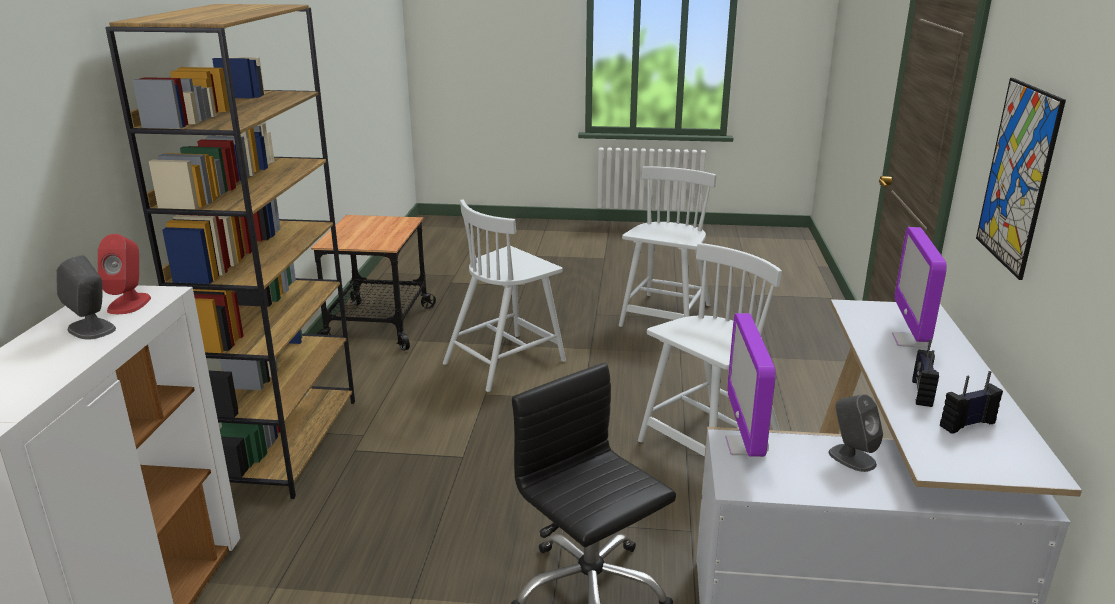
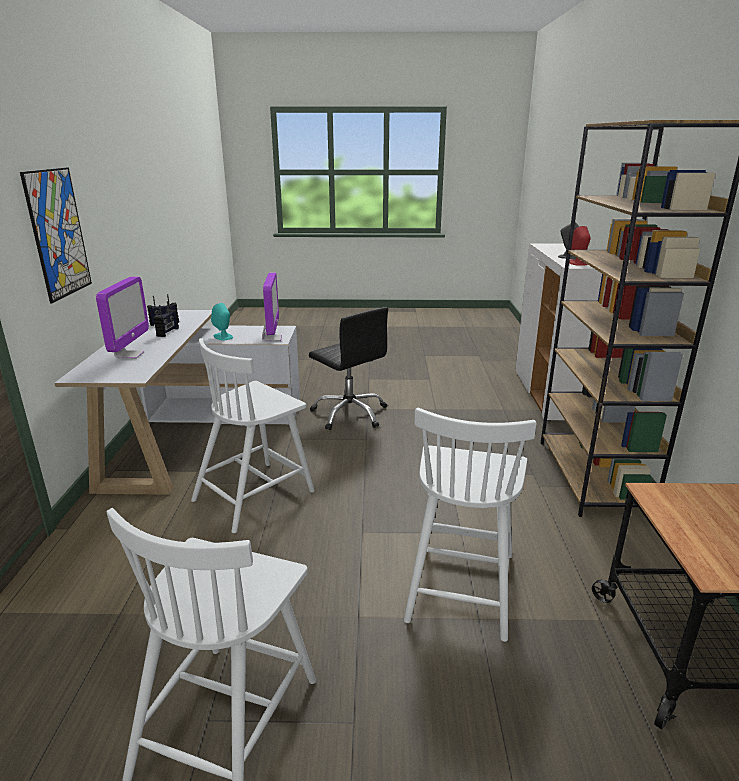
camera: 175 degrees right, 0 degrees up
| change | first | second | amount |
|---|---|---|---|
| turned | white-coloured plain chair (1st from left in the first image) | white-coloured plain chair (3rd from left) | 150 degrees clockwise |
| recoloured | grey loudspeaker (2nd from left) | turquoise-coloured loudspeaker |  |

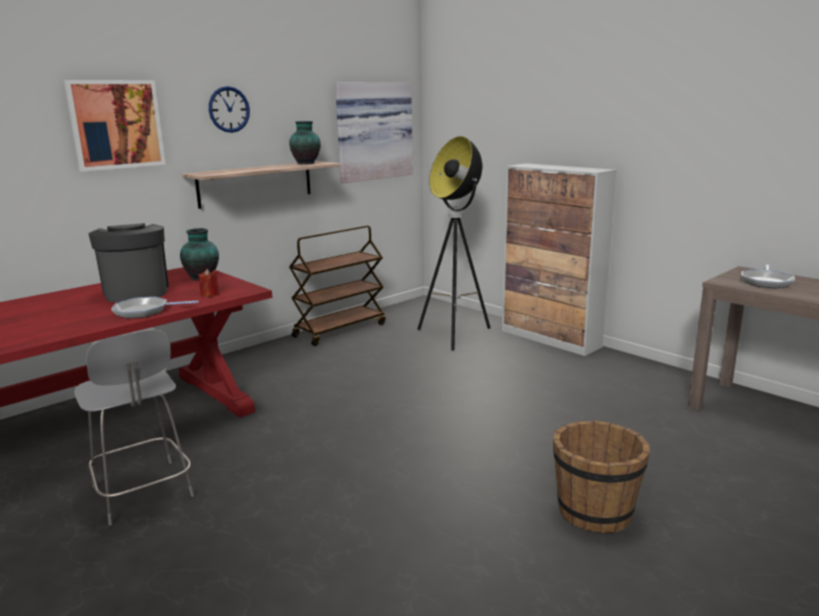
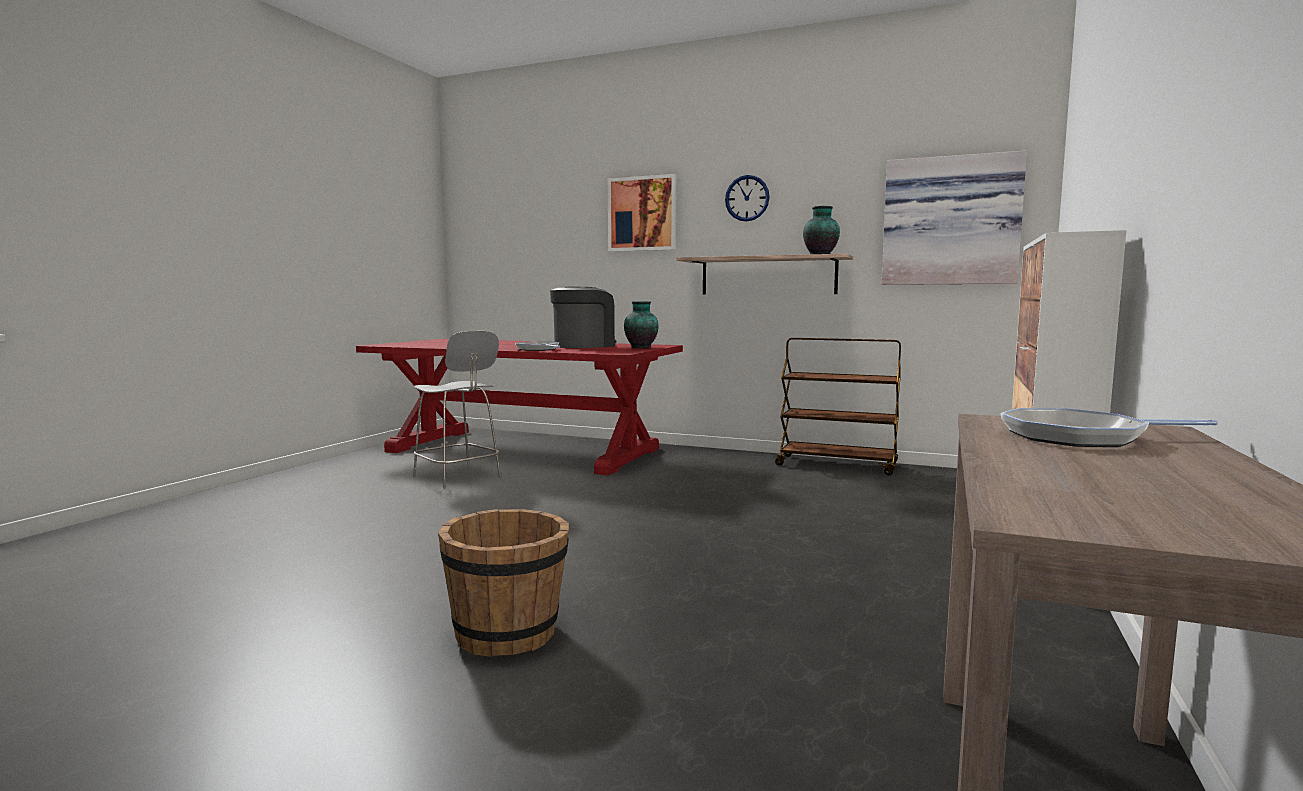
camera: 65 degrees right, 10 degrees down
| change | first | second | amount |
|---|---|---|---|
| turned | grey plain chair |  | 75 degrees counterclockwise |
| removed | reddish wax light |  |  |
| removed | standing lamp |  |  |

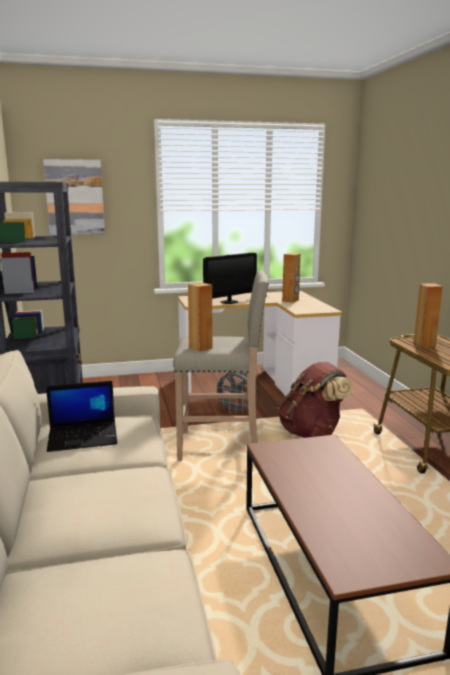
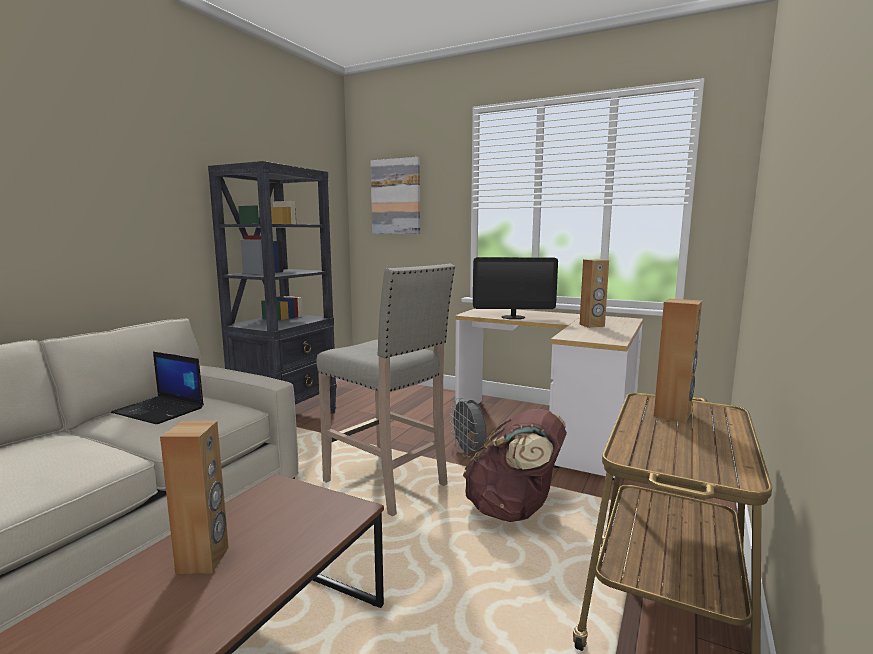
camera: 40 degrees right, 5 degrees down
| change | first | second | amount |
|---|---|---|---|
| moved | brown-coloured loudspeaker (1st from left) |  |  |

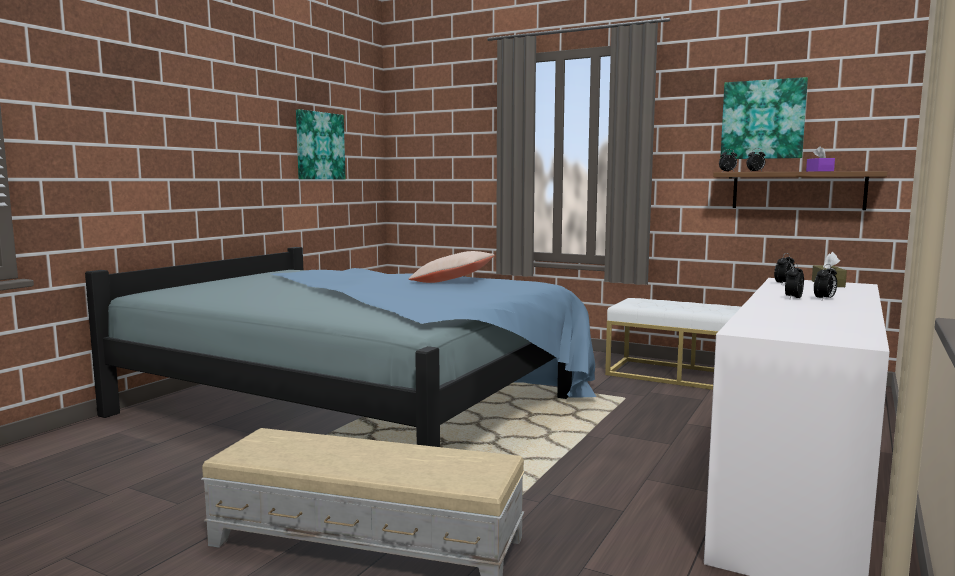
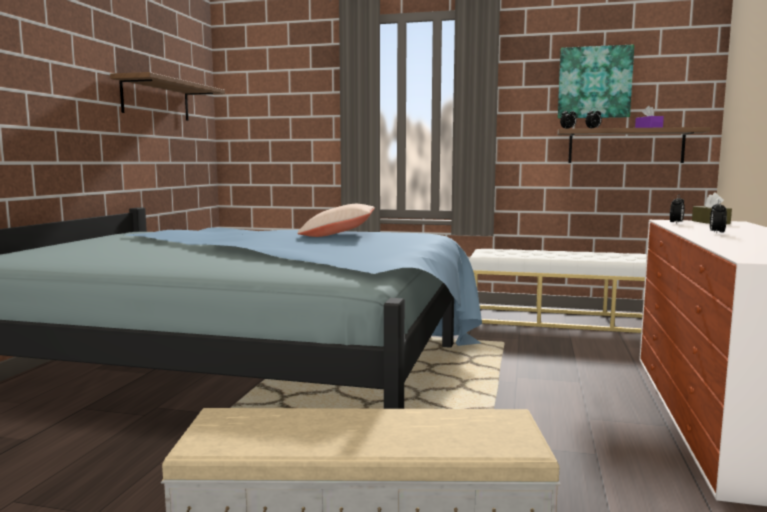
camera: 15 degrees left, 0 degrees up
| change | first | second | amount |
|---|---|---|---|
| replaced | picture (1st from left) | shelf (1st from left) |  |
| removed | bedside clock (5th from left) |  |  |

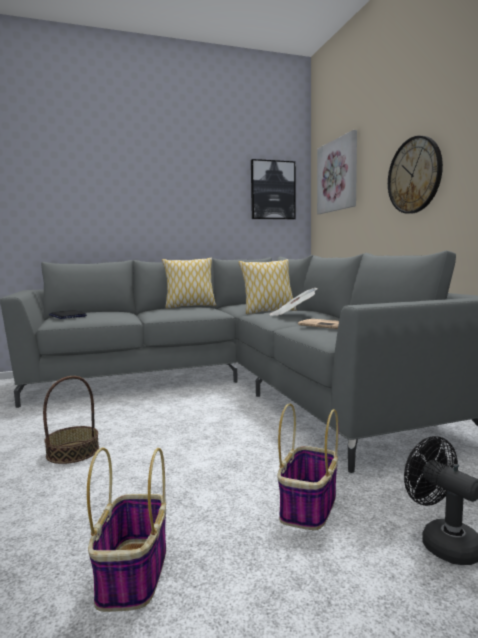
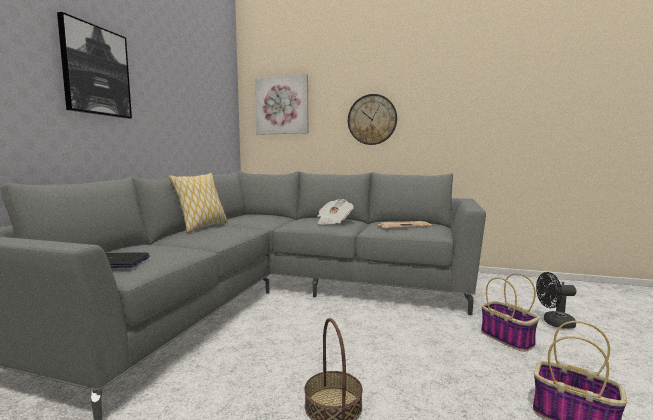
camera: 55 degrees left, 0 degrees up
| change | first | second | amount |
|---|---|---|---|
| removed | pillow (2nd from left) |  |  |
| moved | picture (1st from left) |  |  |

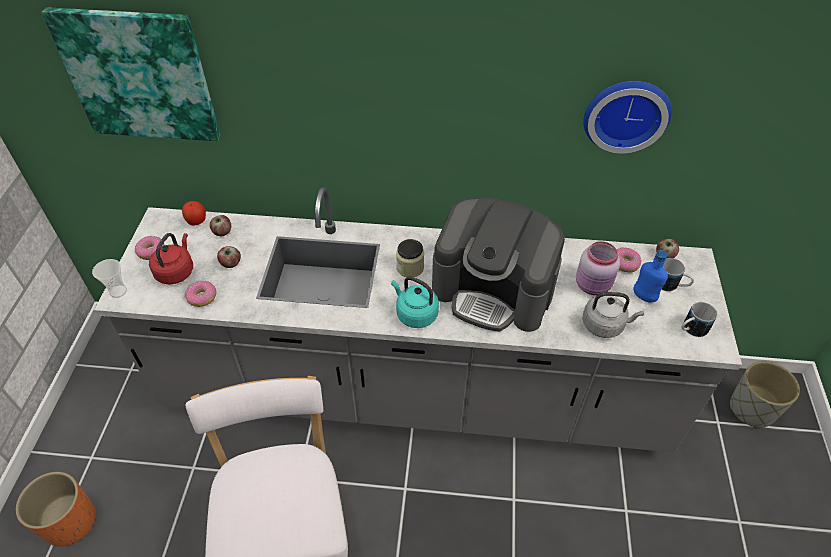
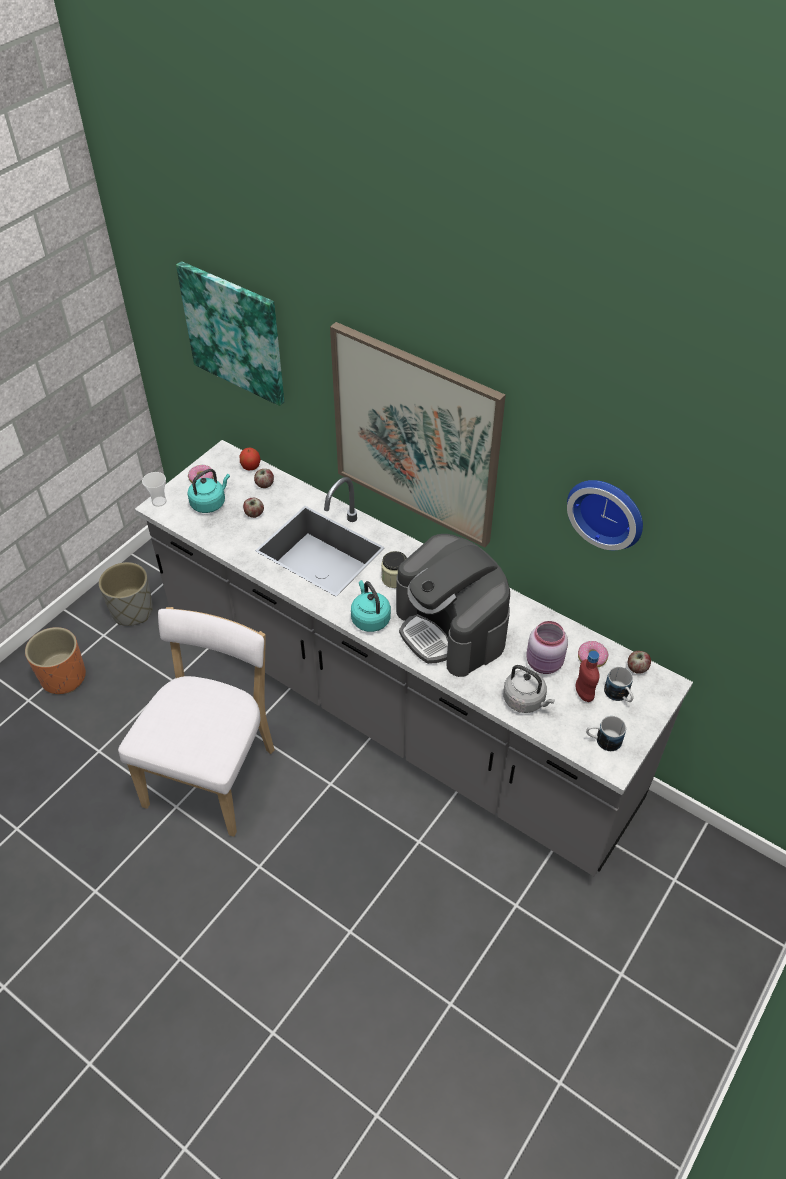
camera: 30 degrees right, 0 degrees up
| change | first | second | amount |
|---|---|---|---|
| recoloured | reddish tea kettle | turquoise-coloured tea kettle (1st from left) |  |
| removed | ring doughnut (2nd from left) |  |  |
| recoloured | bluish beverage bottle | reddish beverage bottle |  |
| moved | grey flower pot |  |  |
| added |  | picture (2nd from left) |  |

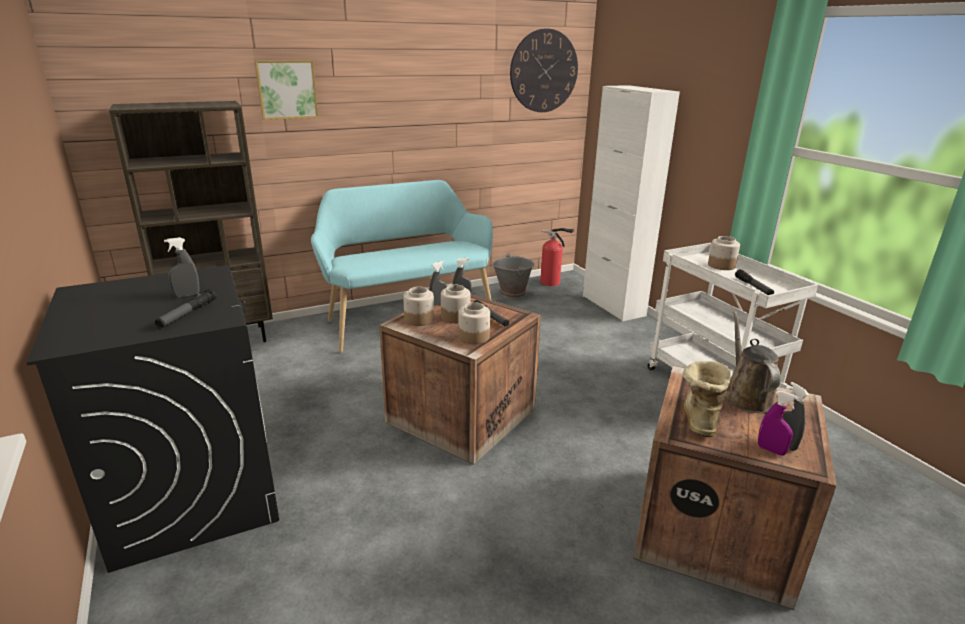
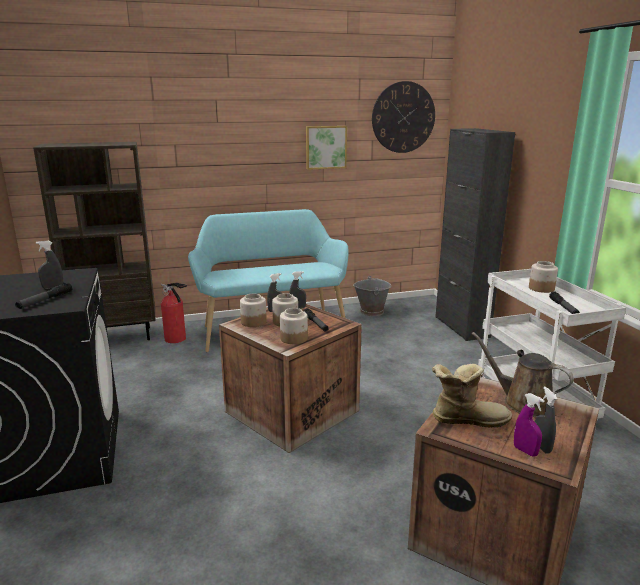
camera: 10 degrees right, 5 degrees down
| change | first | second | amount |
|---|---|---|---|
| moved | picture |  |  |
| moved | fire extinguisher |  |  |
| recoloured | white-coloured storage cabinet | black storage cabinet |  |
| turned | high-top boot |  | 60 degrees clockwise |
| turned | brown-coloured watering can |  | 60 degrees counterclockwise |

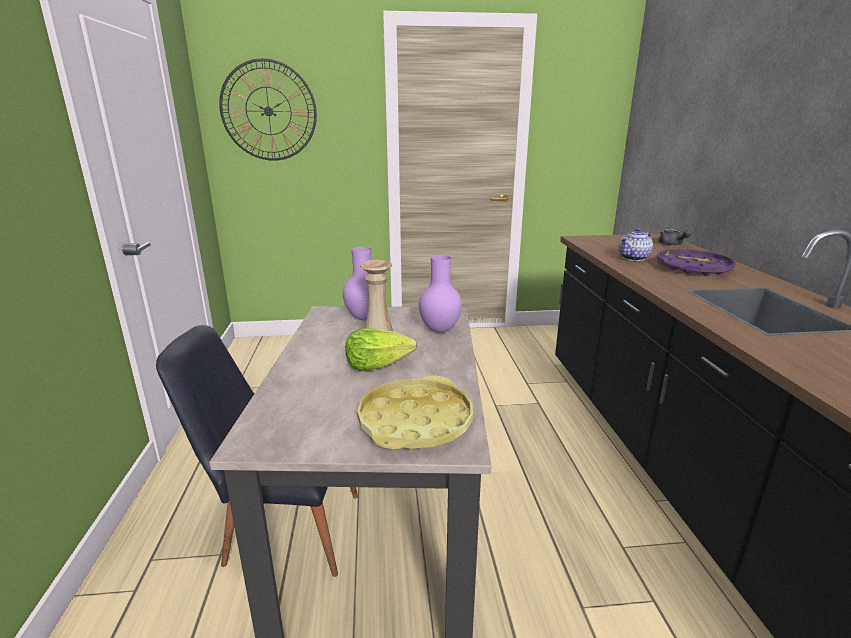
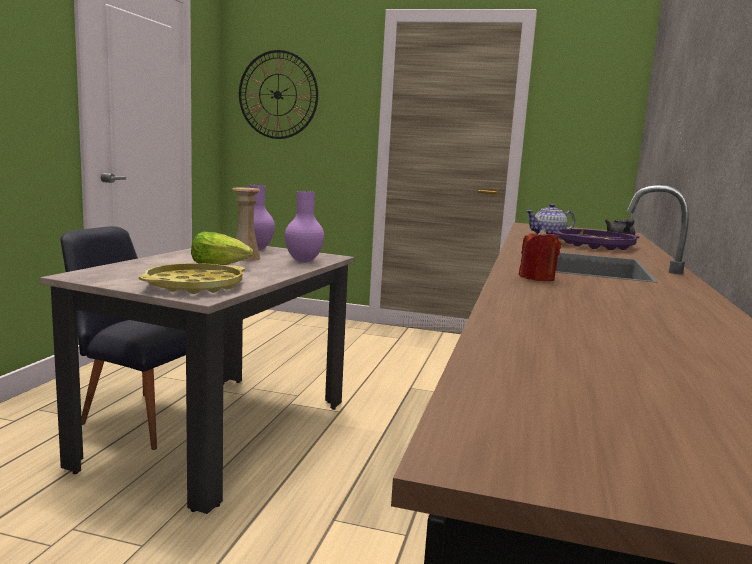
camera: 20 degrees right, 10 degrees down
| change | first | second | amount |
|---|---|---|---|
| added |  | reddish wax light |  |

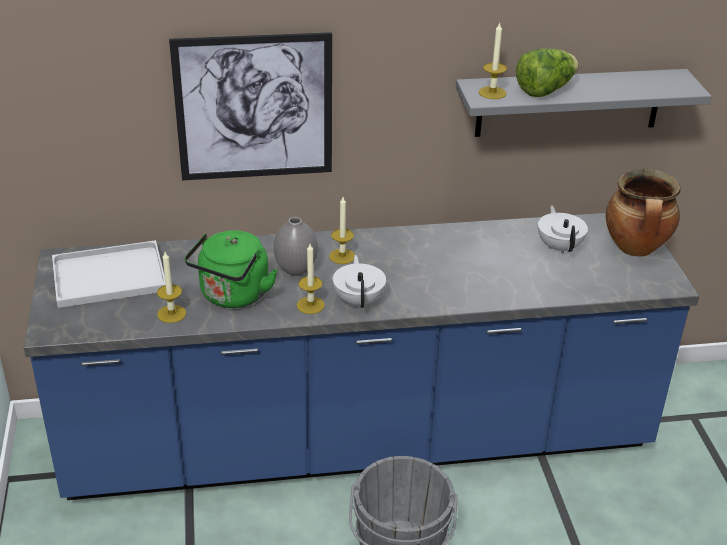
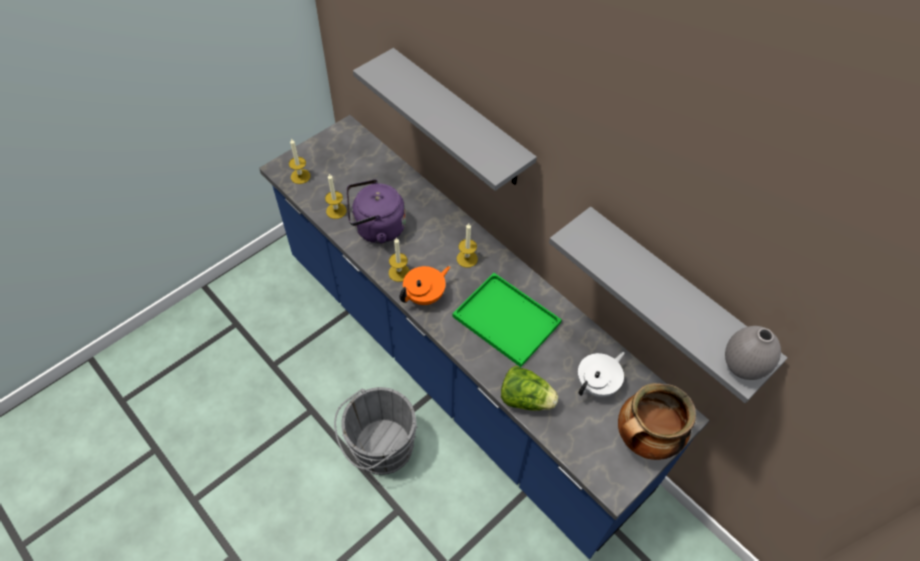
camera: 55 degrees right, 20 degrees up
| change | first | second | amount |
|---|---|---|---|
| removed | white-coloured carrying tray |  |  |
| replaced | picture | grey shelf (1st from left) |  |
| recoloured | green-coloured tea kettle | purple tea kettle |  |
| moved | grey vase |  |  |
| recoloured | white-coloured pot for tea (1st from left) | orangey pot for tea |  |
| moved | wax light (4th from left in the first image) | wax light (1st from left) |  |
| moved | lettuce |  |  |
| added |  | green-coloured carrying tray |  |

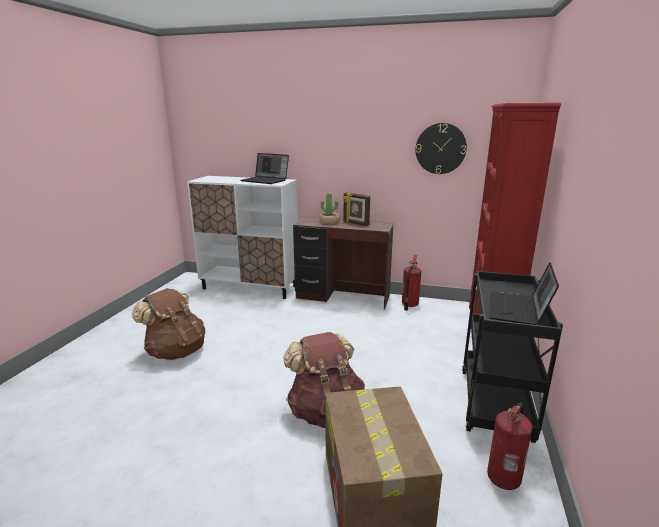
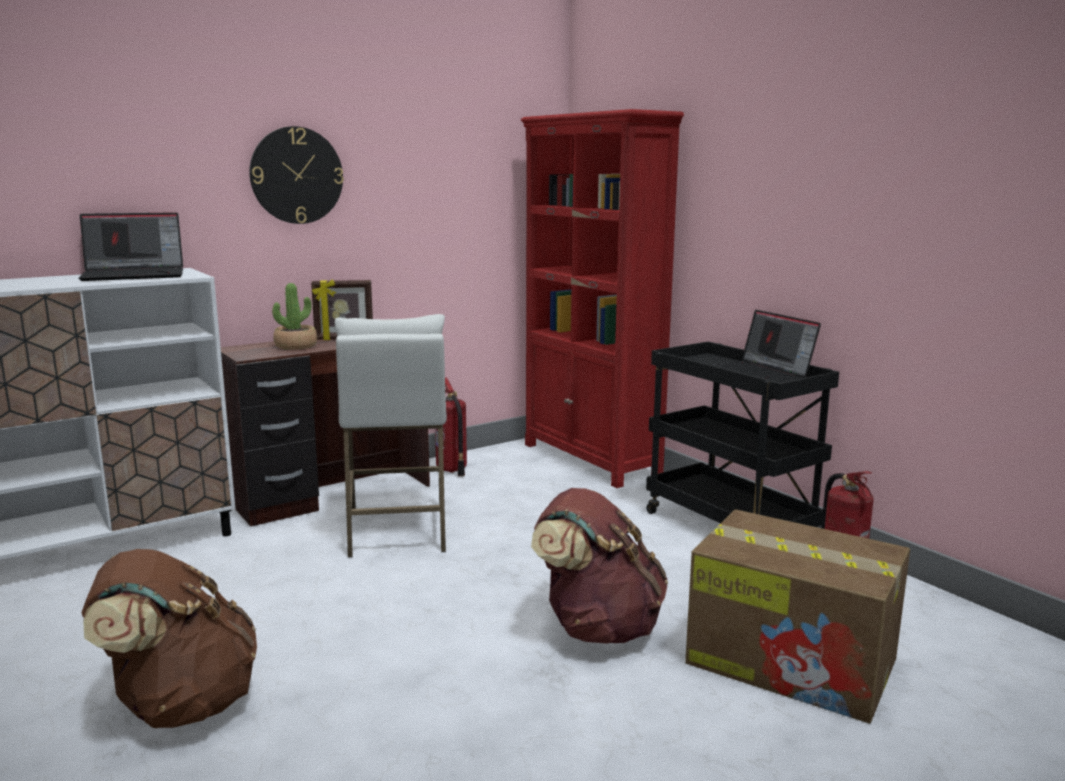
camera: 50 degrees left, 5 degrees down
| change | first | second | amount |
|---|---|---|---|
| moved | wall clock |  |  |
| added |  | white-coloured sitting stool |  |

